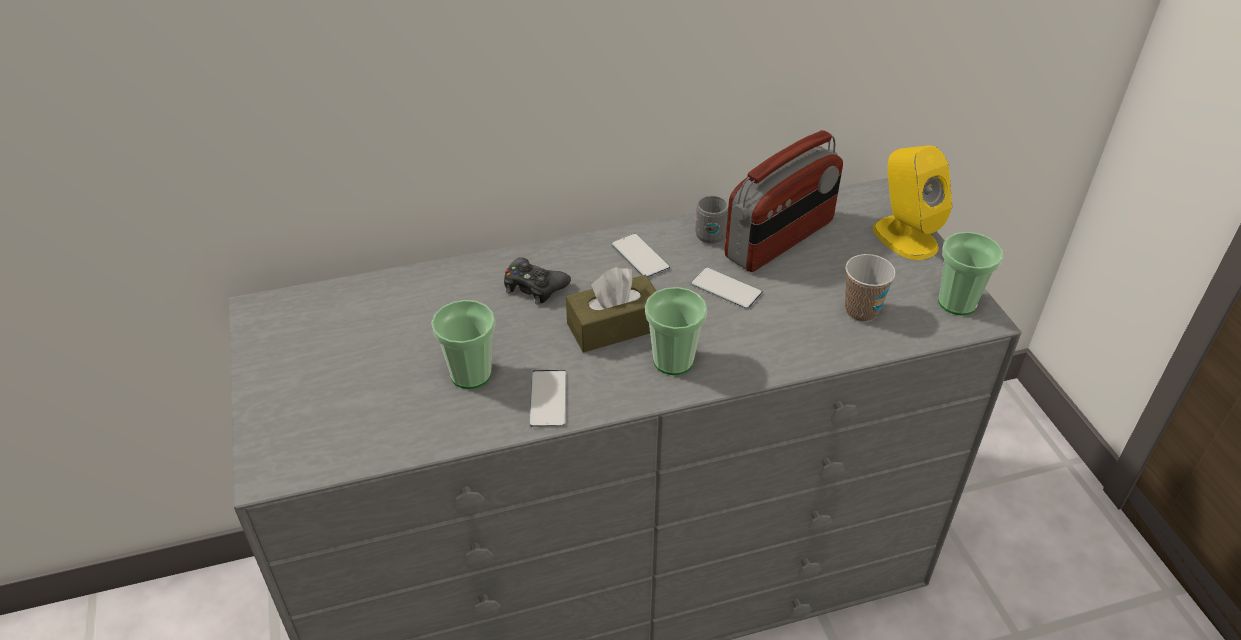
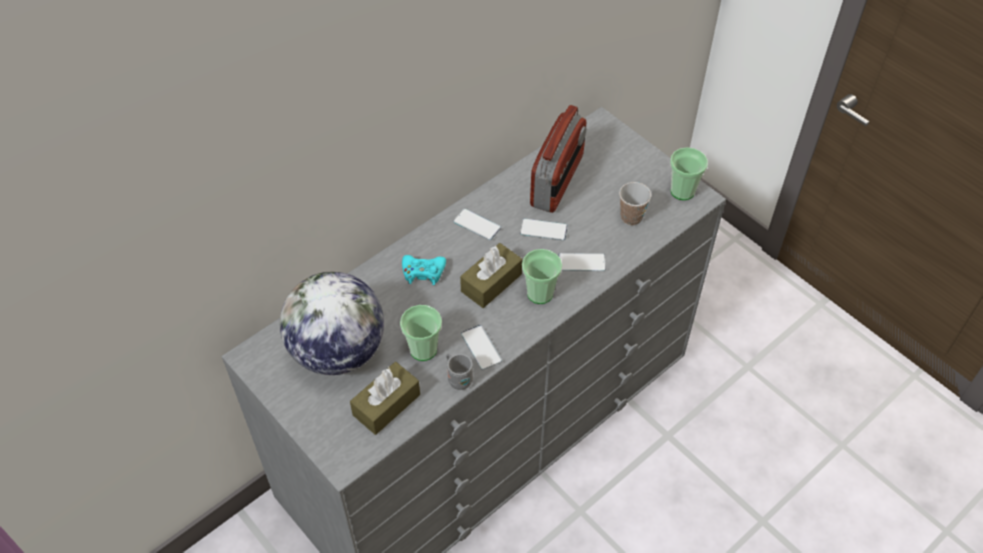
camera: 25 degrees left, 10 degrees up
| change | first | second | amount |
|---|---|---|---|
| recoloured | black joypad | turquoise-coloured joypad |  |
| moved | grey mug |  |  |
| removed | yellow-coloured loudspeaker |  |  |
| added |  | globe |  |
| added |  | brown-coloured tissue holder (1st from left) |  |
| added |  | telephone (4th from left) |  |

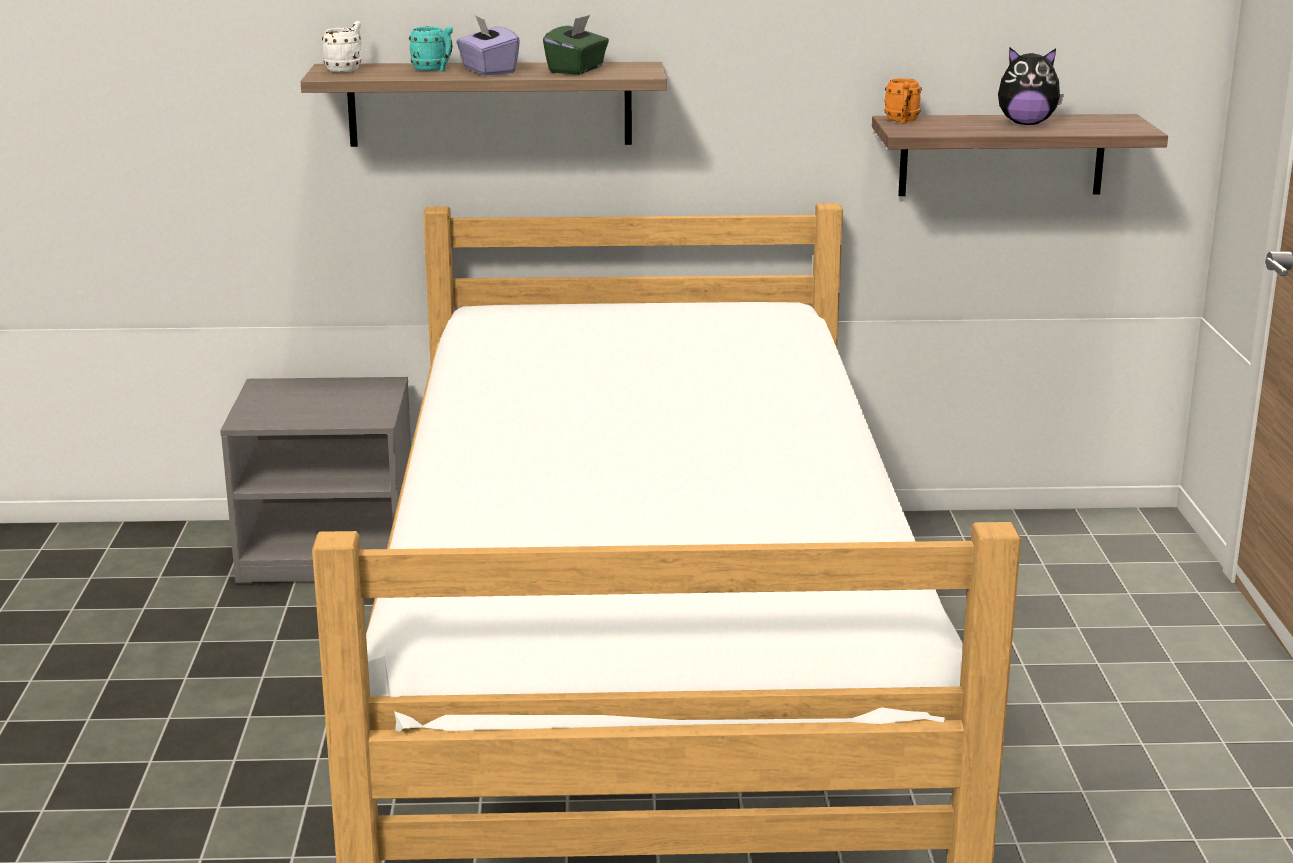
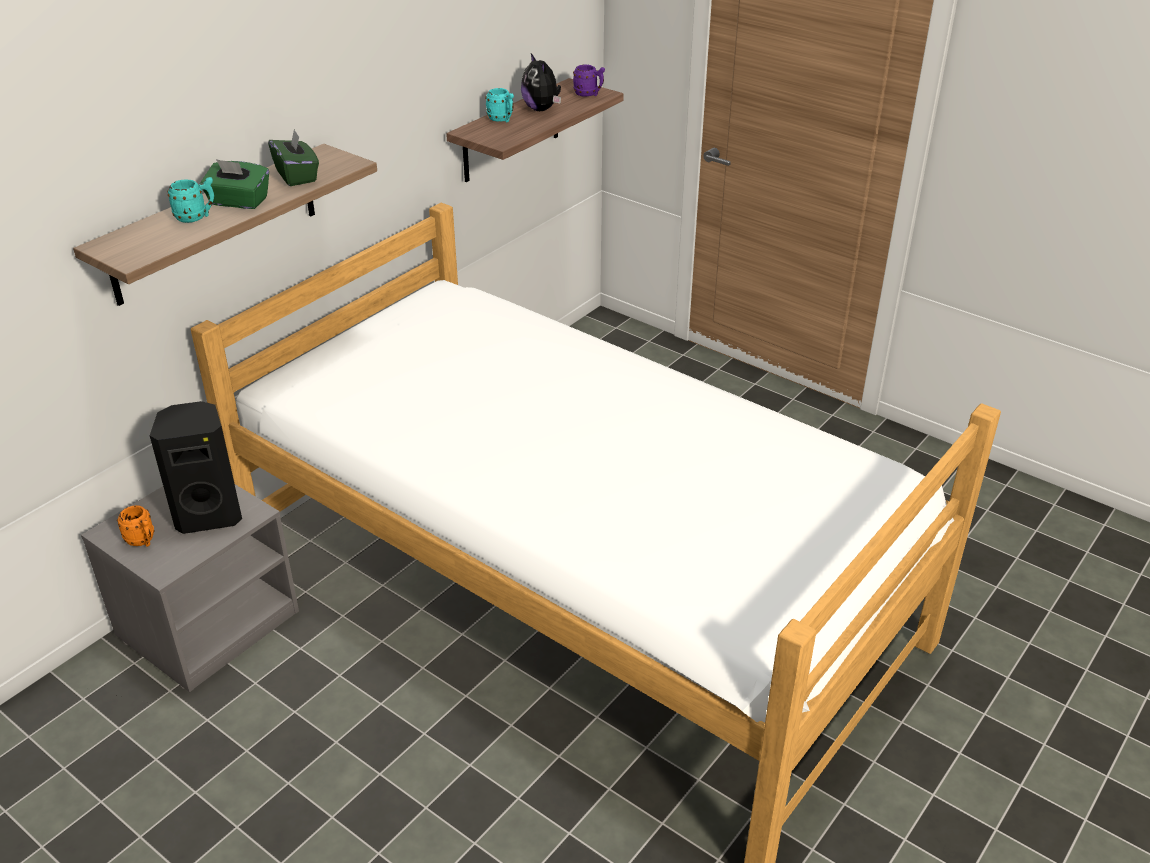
camera: 50 degrees left, 15 degrees up
| change | first | second | amount |
|---|---|---|---|
| removed | white-coloured mug |  |  |
| recoloured | purple tissue holder | green-coloured tissue holder (1st from left) |  |
| moved | orangey mug |  |  |
| turned | soft toy |  | 105 degrees clockwise |
| added |  | black loudspeaker |  |
| added |  | turquoise-coloured mug (2nd from left) |  |
| added |  | purple mug |  |

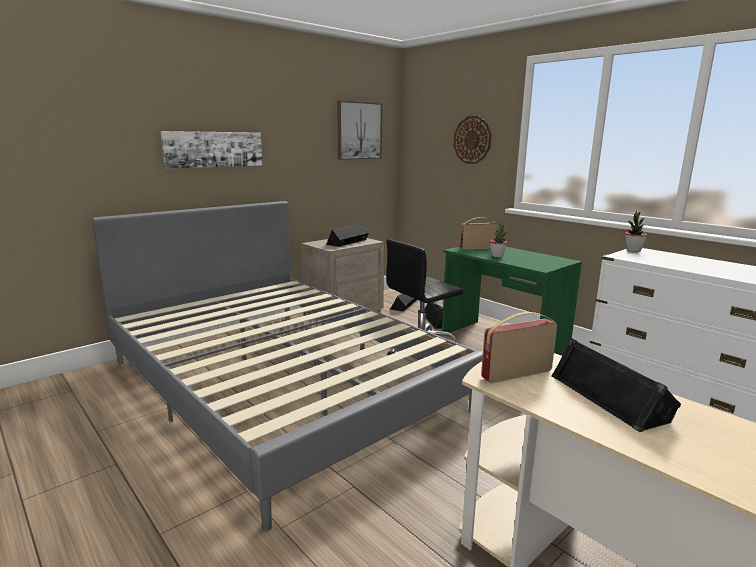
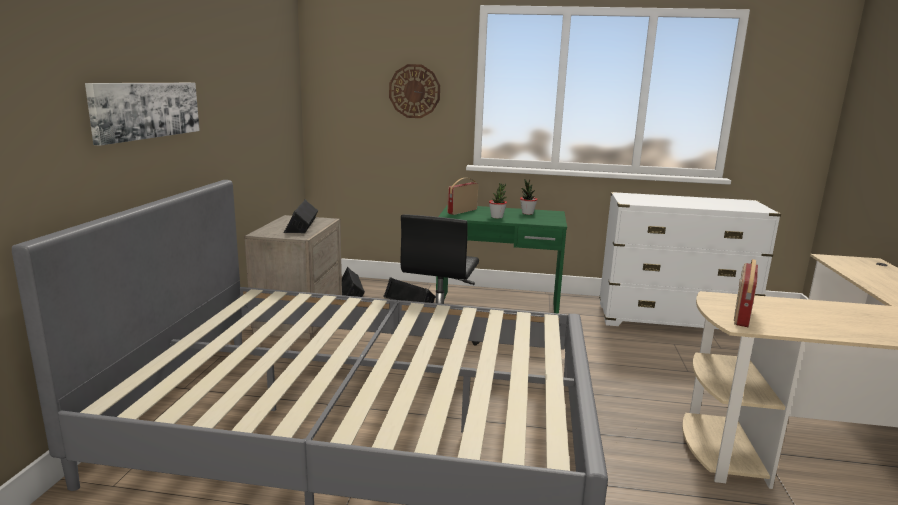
camera: 40 degrees left, 0 degrees up
| change | first | second | amount |
|---|---|---|---|
| removed | picture (2nd from left) |  |  |
| removed | black loudspeaker (4th from left) |  |  |
| moved | houseplant (2nd from left) |  |  |

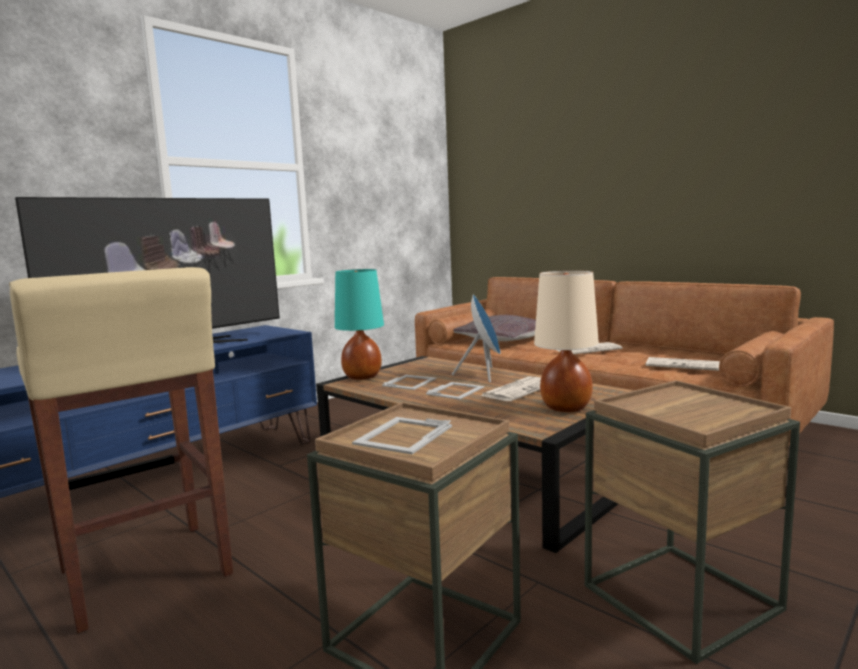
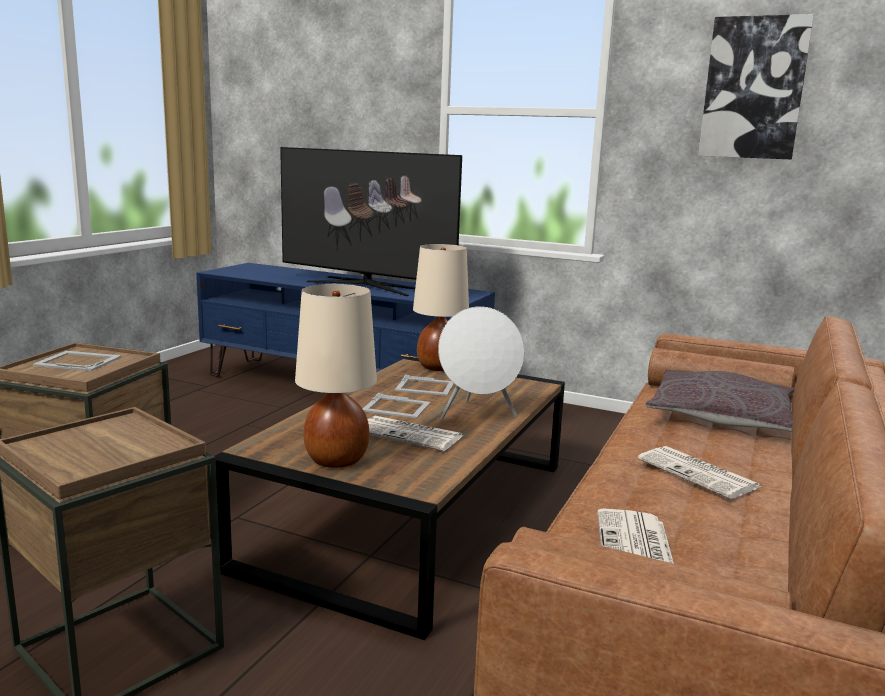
camera: 70 degrees right, 5 degrees up
| change | first | second | amount |
|---|---|---|---|
| removed | beige sitting stool |  |  |
| recoloured | turquoise-coloured table lamp | beige table lamp (2nd from left) |  |
| recoloured | bluish loudspeaker | white-coloured loudspeaker |  |
| added |  | picture |  |

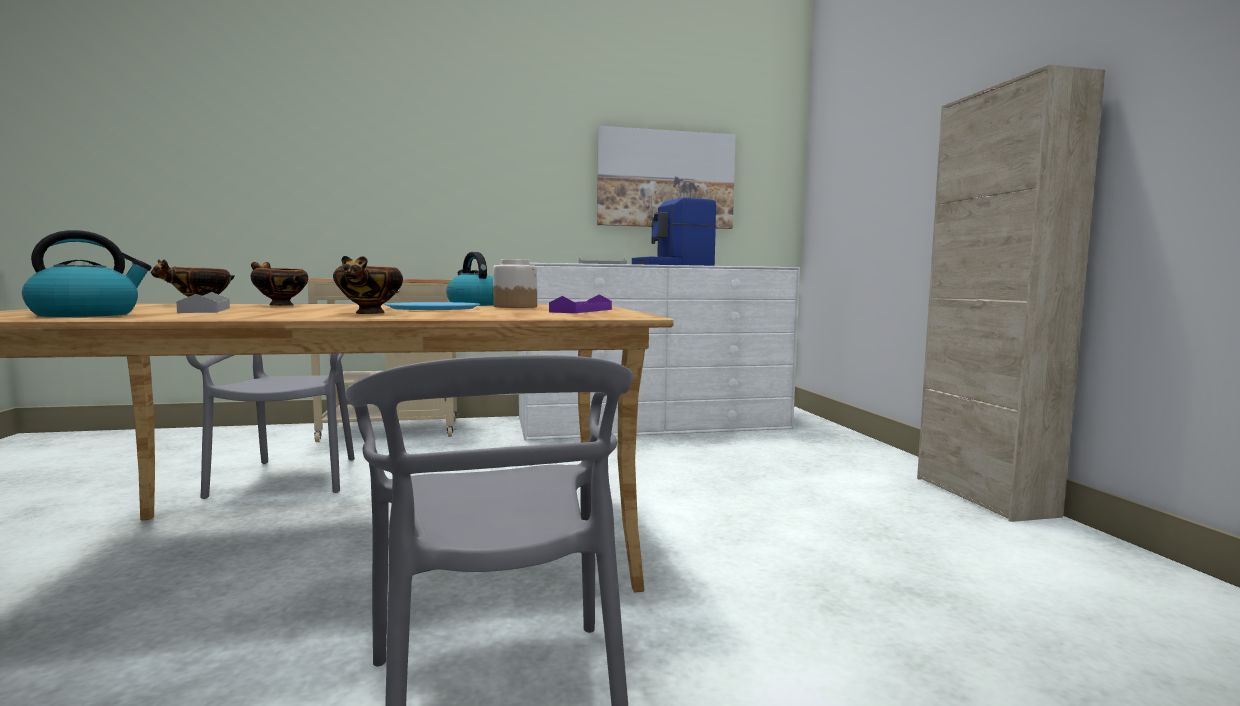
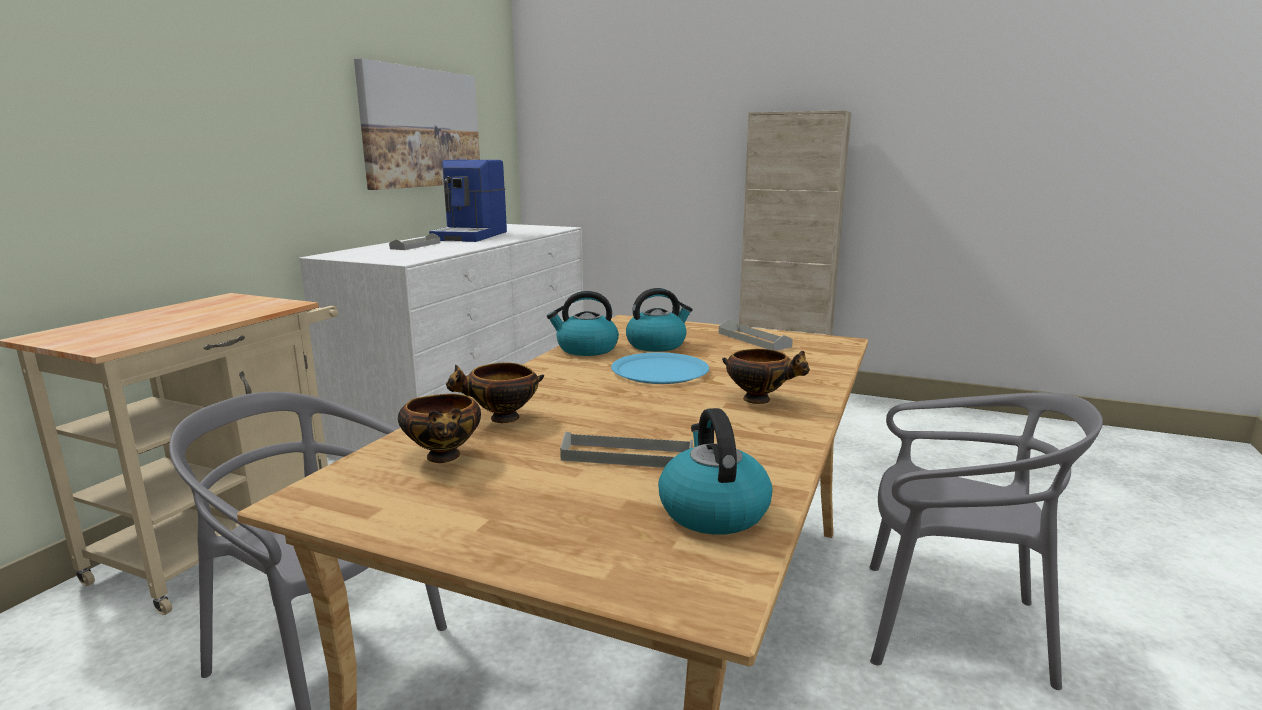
camera: 55 degrees left, 10 degrees up
| change | first | second | amount |
|---|---|---|---|
| replaced | storage jar | tea kettle (2nd from left) |  |
| recoloured | purple carrying tray | grey carrying tray (3rd from left) |  |

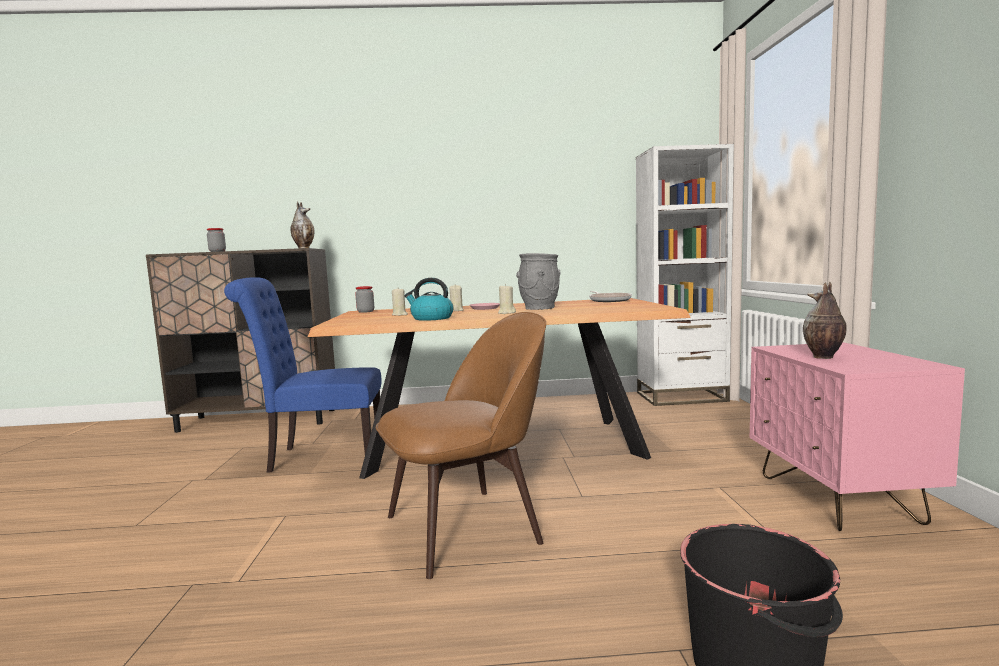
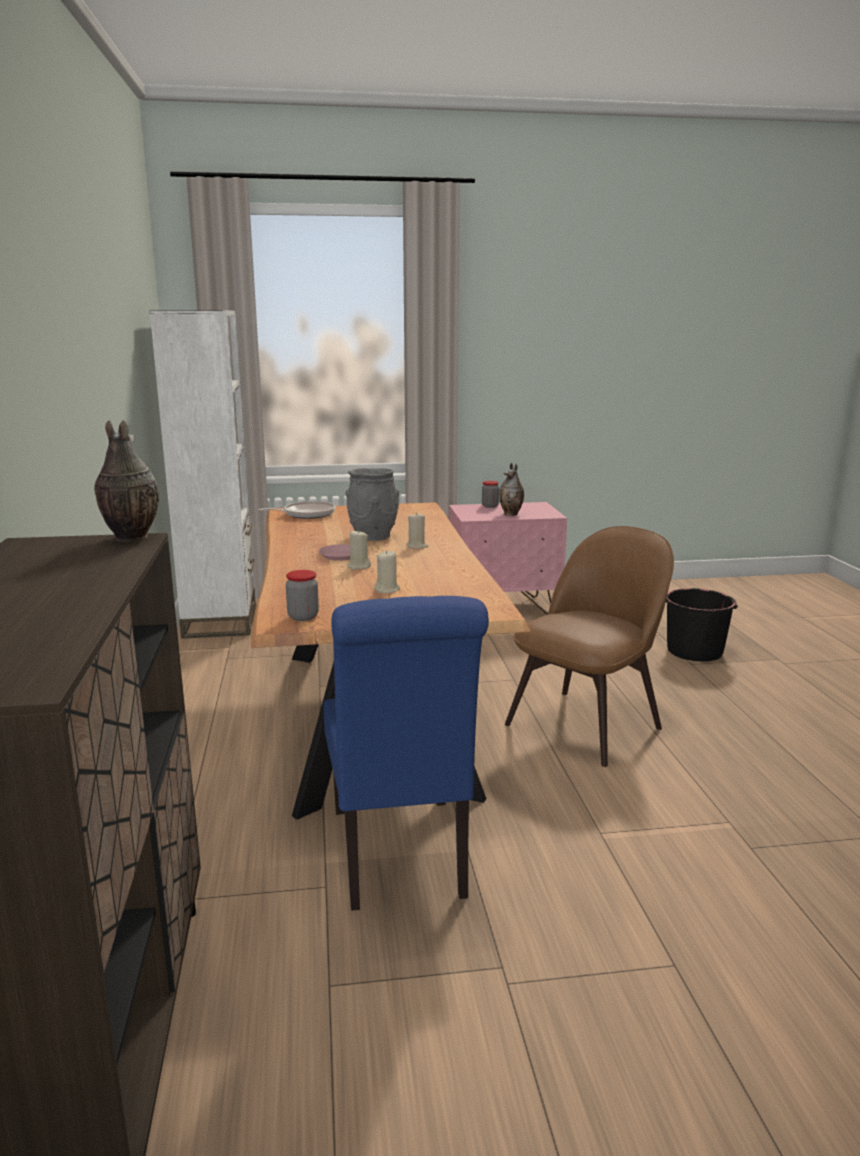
camera: 95 degrees left, 10 degrees up
| change | first | second | amount |
|---|---|---|---|
| moved | storage jar (1st from left in the first image) | storage jar (2nd from left) |  |
| turned | brown-coloured plain chair |  | 75 degrees clockwise |
| removed | tea kettle |  |  |

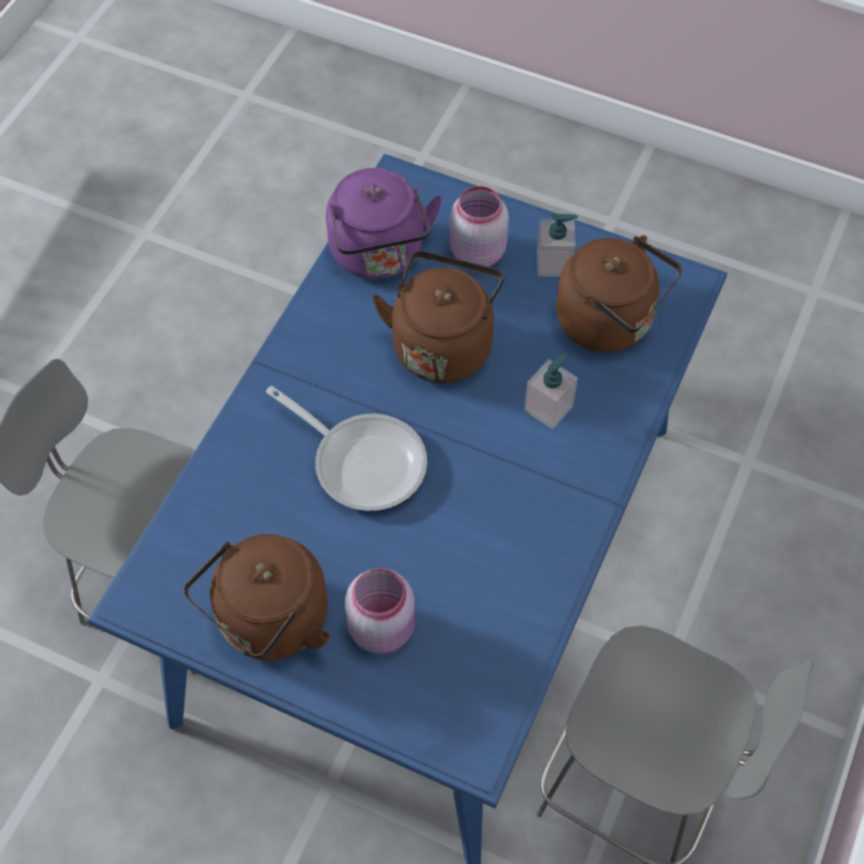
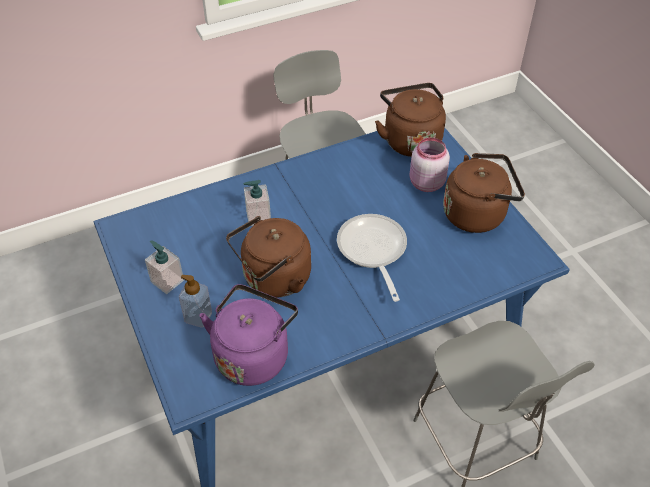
camera: 140 degrees left, 10 degrees down
| change | first | second | amount |
|---|---|---|---|
| replaced | pink storage jar (2nd from left) | soap bottle (2nd from left) |  |
| moved | brown-coloured tea kettle (3rd from left in the first image) | brown-coloured tea kettle (2nd from left) |  |

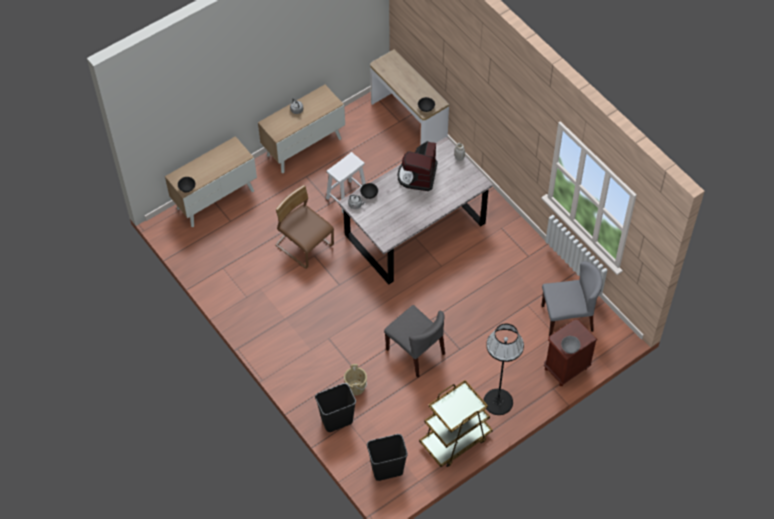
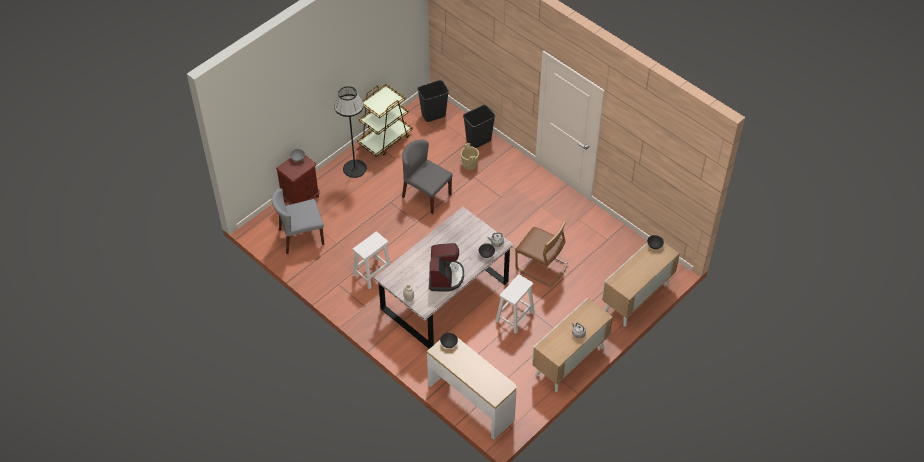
camera: 170 degrees right, 5 degrees down
| change | first | second | amount |
|---|---|---|---|
| added |  | white-coloured sitting stool (1st from left) |  |

